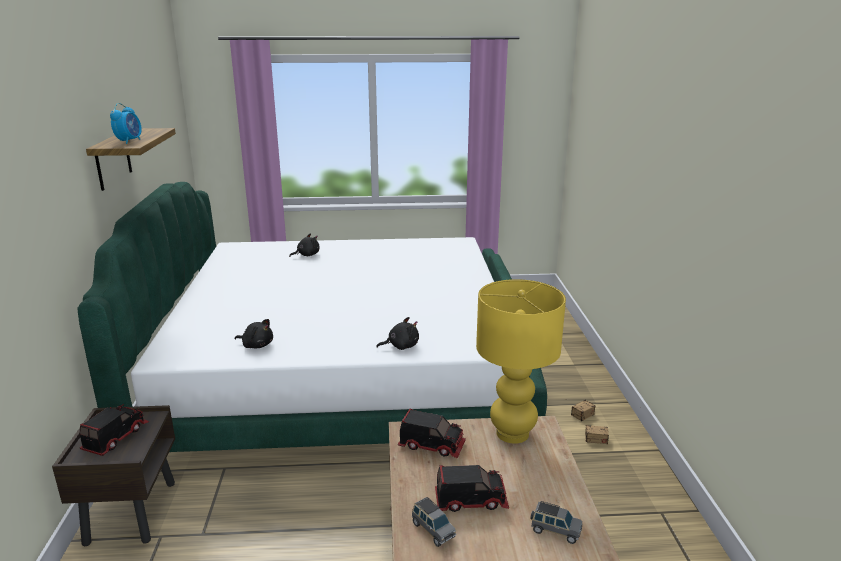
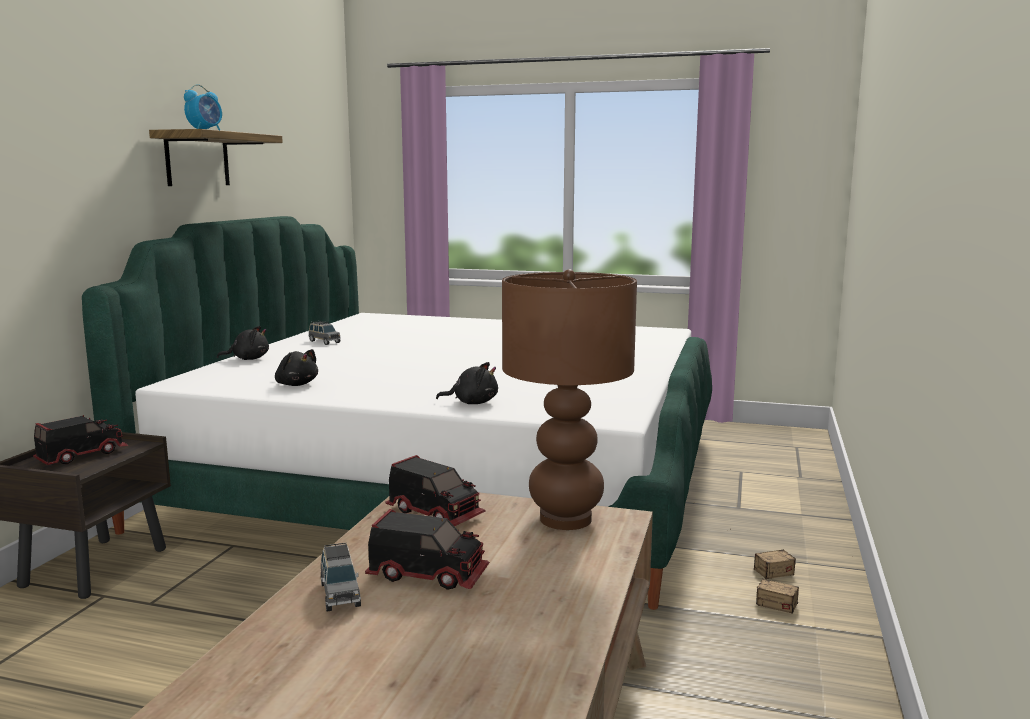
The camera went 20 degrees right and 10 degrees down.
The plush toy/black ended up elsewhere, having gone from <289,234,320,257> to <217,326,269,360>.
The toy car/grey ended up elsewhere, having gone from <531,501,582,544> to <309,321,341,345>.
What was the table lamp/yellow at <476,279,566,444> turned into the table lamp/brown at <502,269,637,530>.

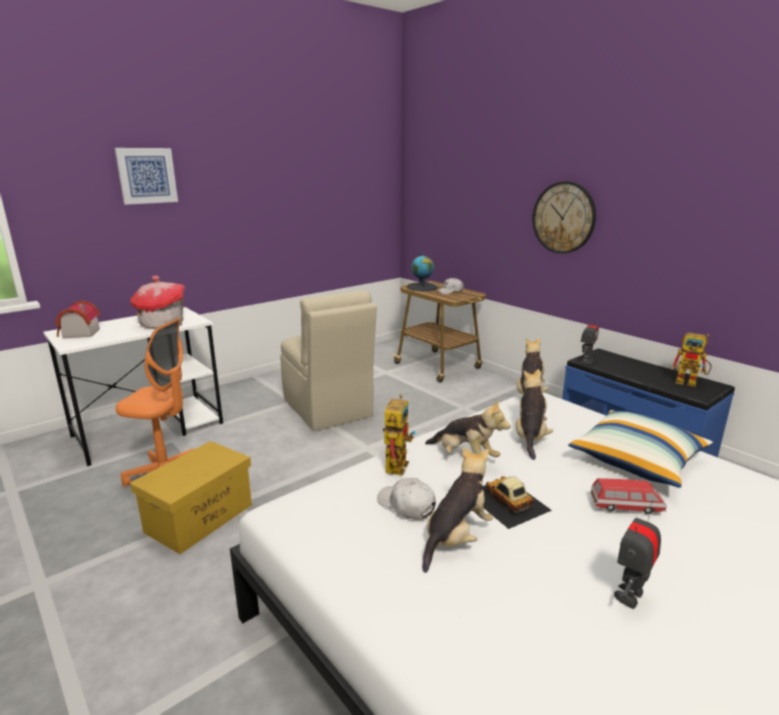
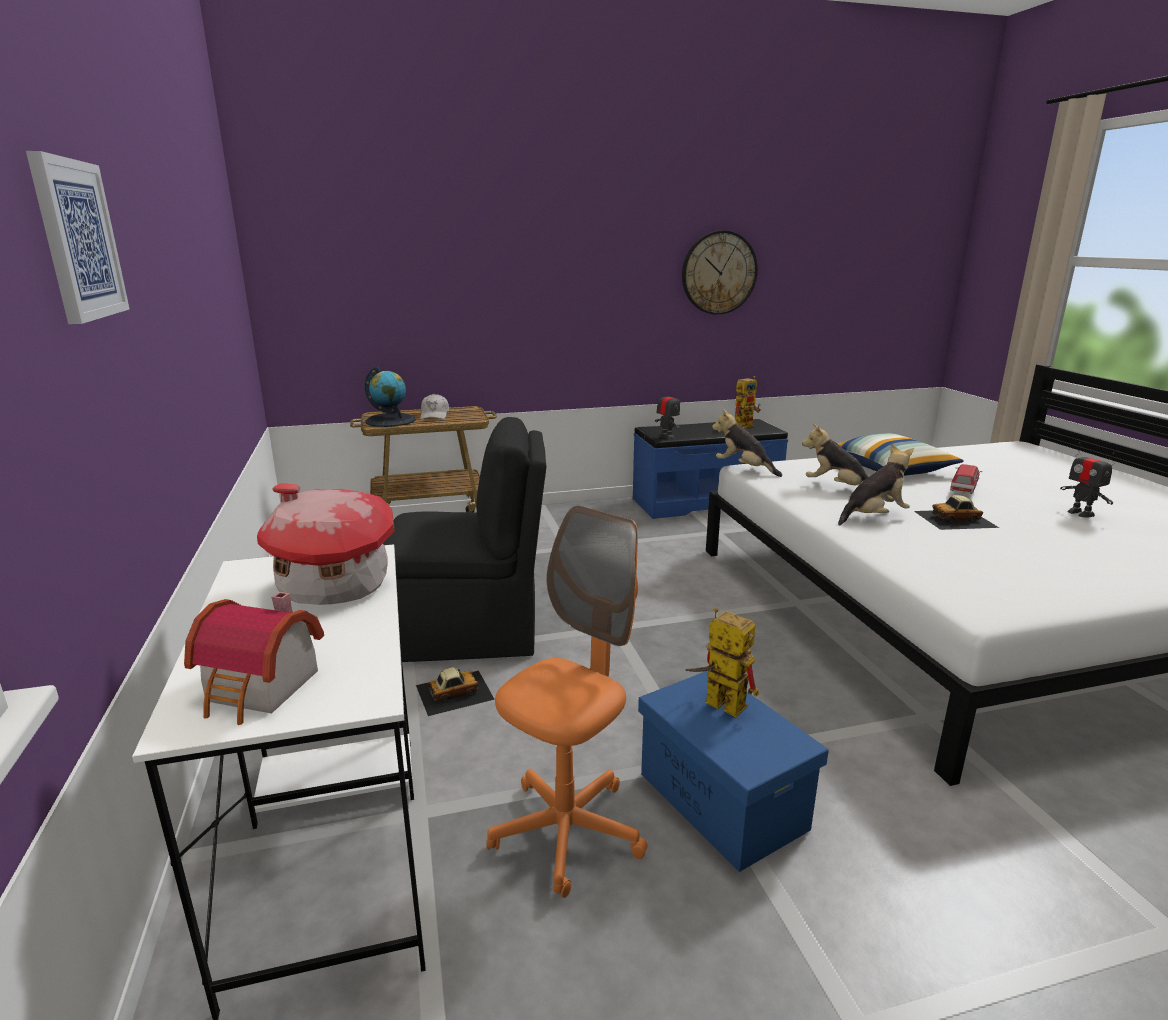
The camera went 65 degrees left and 0 degrees up.
What was the chair/beige at <280,290,377,431> turned into the chair/black at <383,417,547,662>.
The second view gained the toy car at <416,667,495,716>.
What was the storage box/yellow at <130,441,252,554> turned into the storage box/blue at <638,671,829,872>.
The wall clock ended up elsewhere, having gone from <532,181,596,254> to <682,230,758,315>.
The toy robot ended up elsewhere, having gone from <383,394,416,476> to <686,608,759,718>.
The second view lost the cap/white at <377,478,436,520>.
The second view lost the plush toy at <423,447,493,573>.

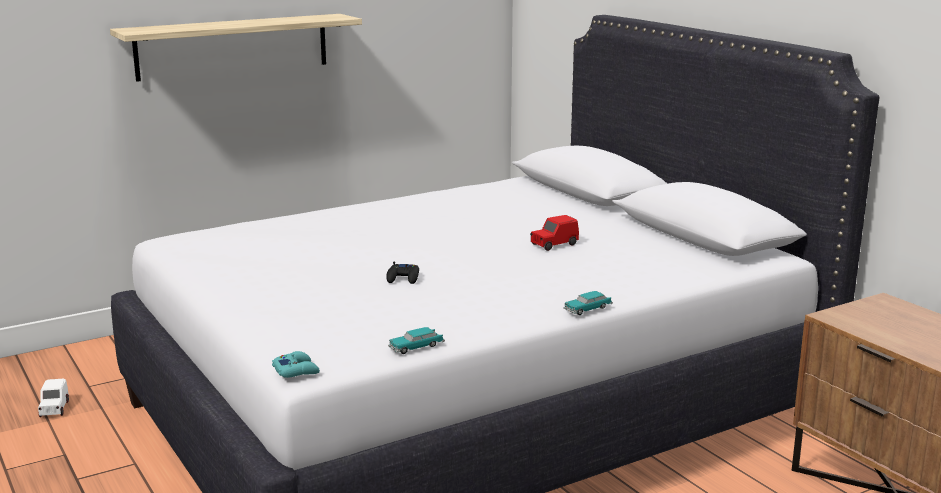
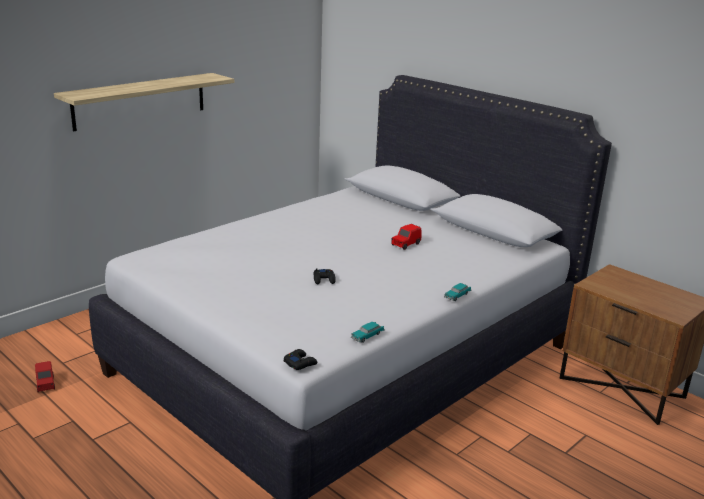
The camera went 15 degrees left and 5 degrees up.
What was the toy car/white at <38,379,69,417> turned into the toy car/red at <35,361,55,393>.
What was the game controller/turquoise at <272,351,320,378> turned into the game controller/black at <283,349,318,370>.

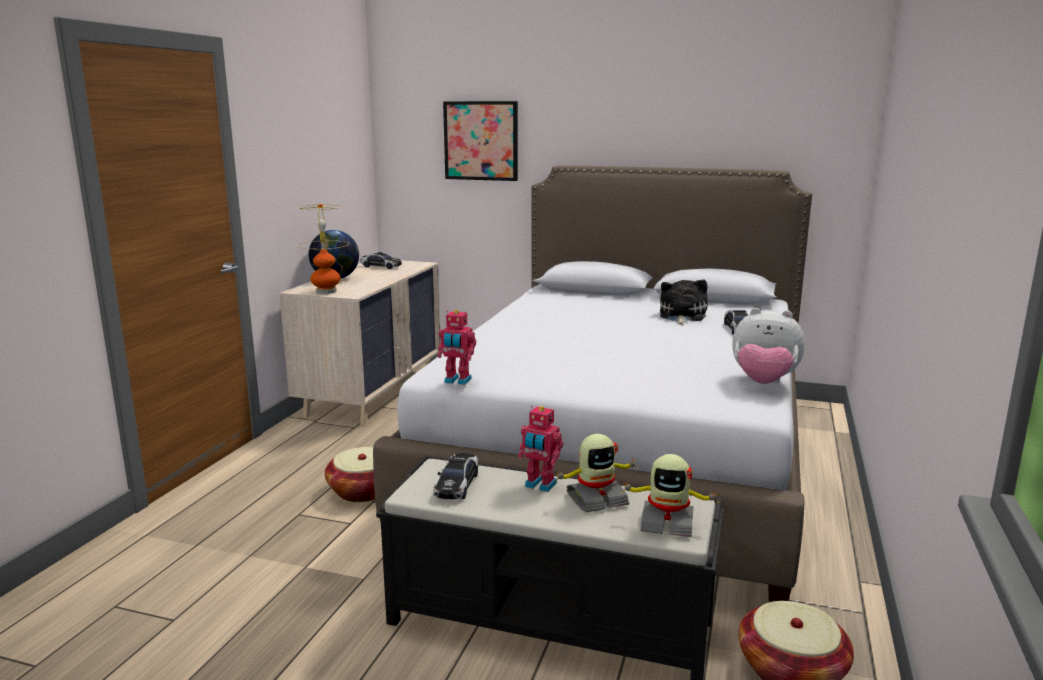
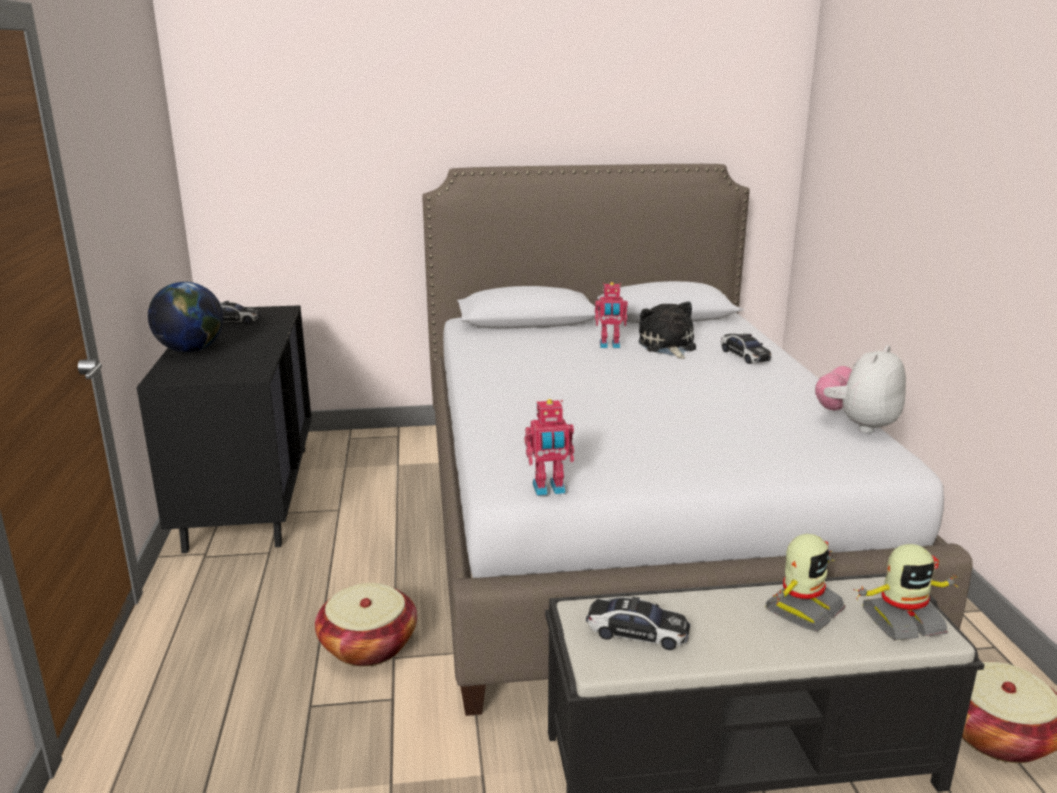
The camera went 25 degrees left and 5 degrees up.
What was the dresser/beige at <280,260,441,426> turned into the dresser/black at <137,305,312,553>.
The toy car at <433,453,478,499> ended up facing another way, 60 degrees counterclockwise from before.
The toy robot ended up elsewhere, having gone from <518,406,563,492> to <595,282,628,348>.
The plush toy at <732,308,805,384> ended up facing another way, 135 degrees clockwise from before.
The second view lost the table lamp at <297,204,349,294>.
The second view lost the picture at <443,101,518,181>.

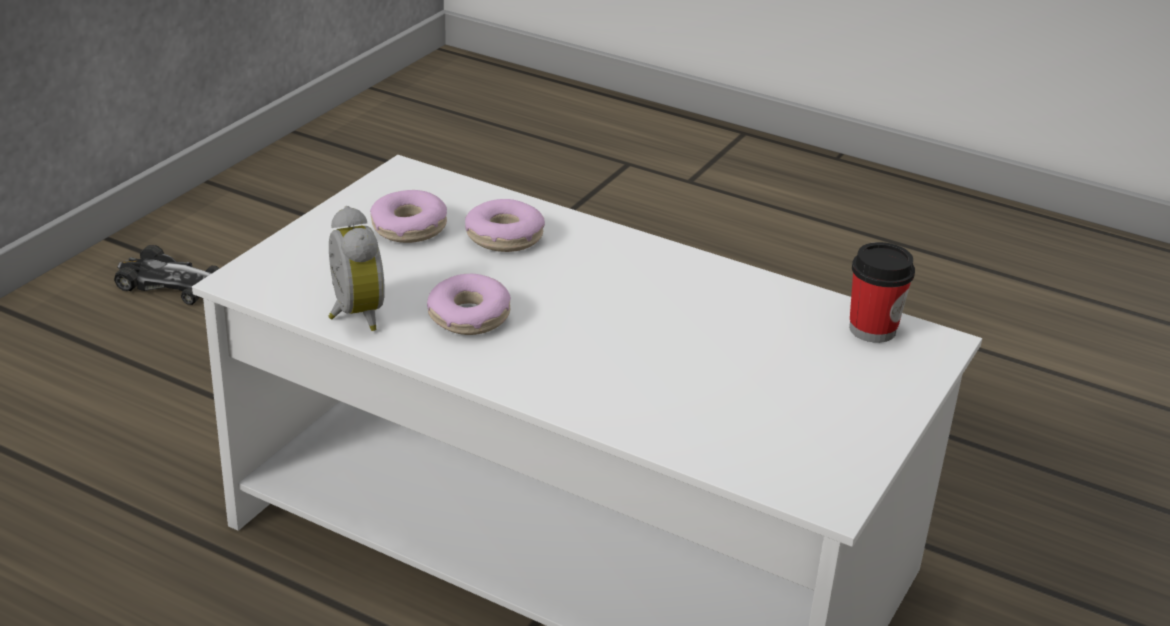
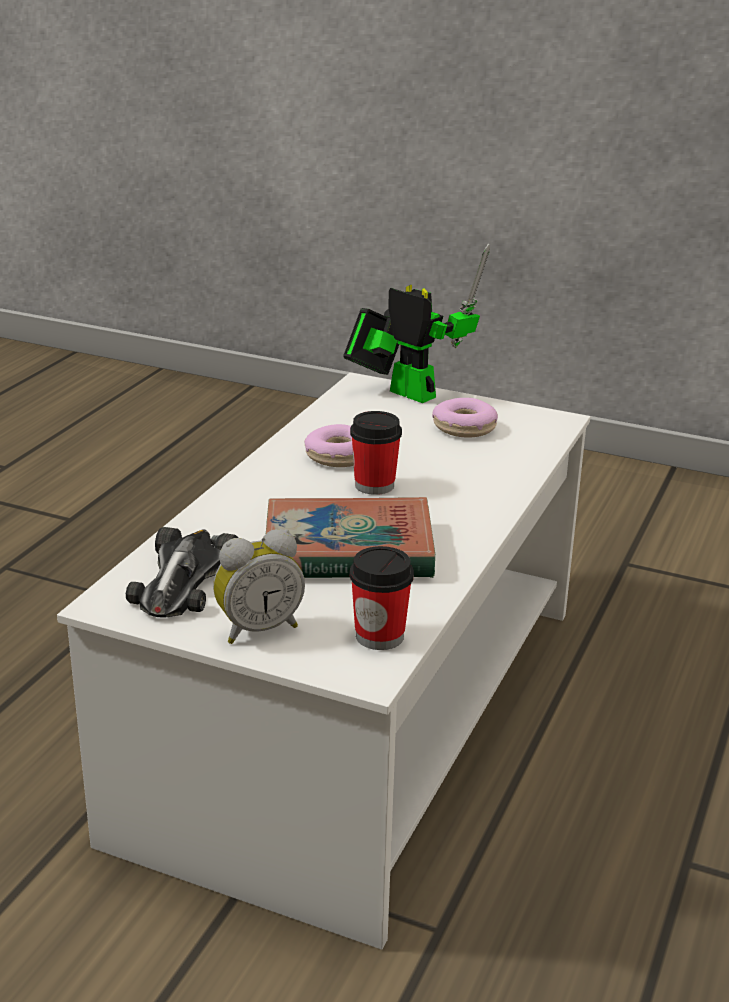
The camera went 85 degrees right and 5 degrees down.
The toy car ended up elsewhere, having gone from <114,245,220,305> to <126,527,238,618>.
The alarm clock ended up elsewhere, having gone from <328,206,385,331> to <213,529,305,644>.
The second view gained the book at <266,497,435,578>.
The second view gained the toy robot at <343,244,490,403>.
The second view gained the cup at <350,411,402,495>.
The second view lost the donut at <465,199,545,252>.

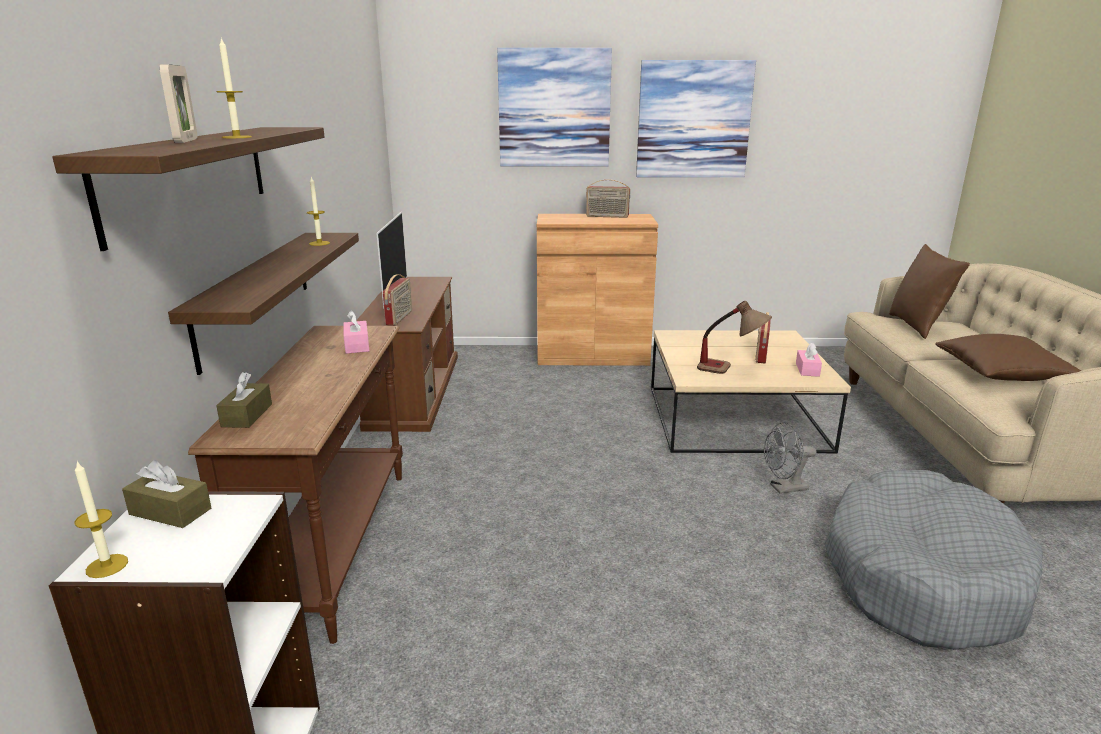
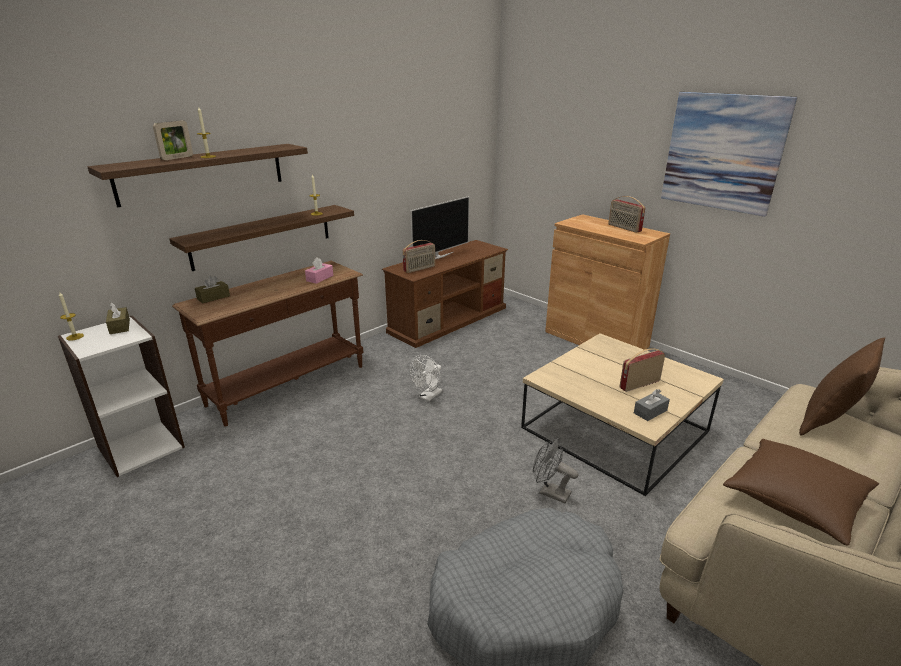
The camera went 45 degrees right and 5 degrees up.
The second view gained the fan/white at <410,355,442,401>.
What was the tissue box/pink at <796,343,822,377> turned into the tissue box/grey at <634,389,670,421>.
The second view lost the picture at <497,48,612,166>.
The second view lost the table lamp at <697,301,772,374>.

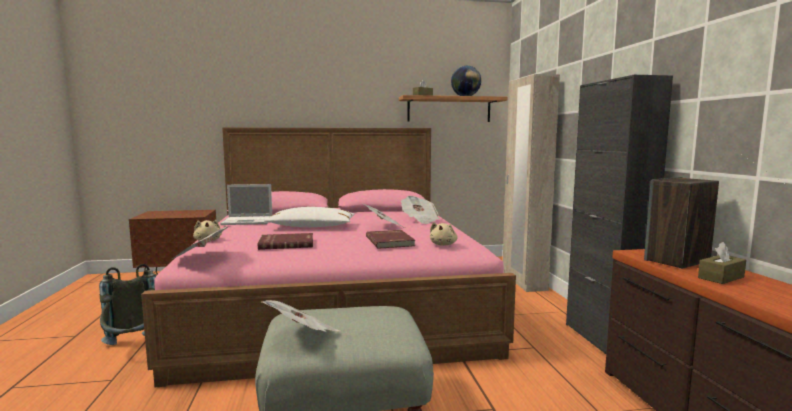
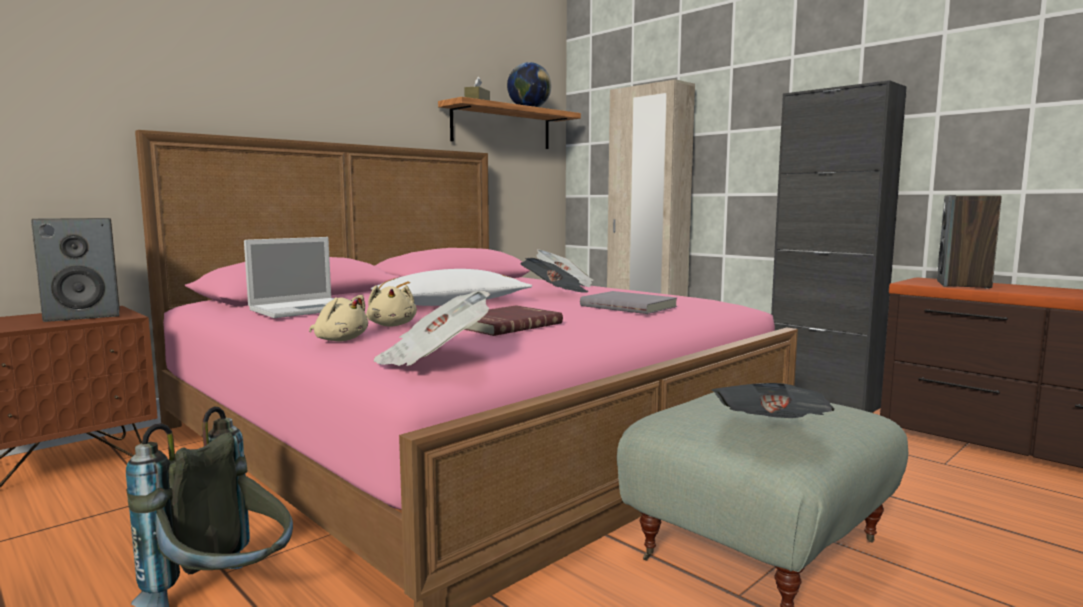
The camera went 35 degrees left and 0 degrees up.
The second view gained the speaker at <31,218,120,322>.
The plush toy/beige ended up elsewhere, having gone from <430,222,458,246> to <366,285,417,326>.
What was the book/red at <366,230,415,249> turned into the book/grey at <580,291,677,314>.
The second view lost the tissue box/brown at <698,242,746,284>.

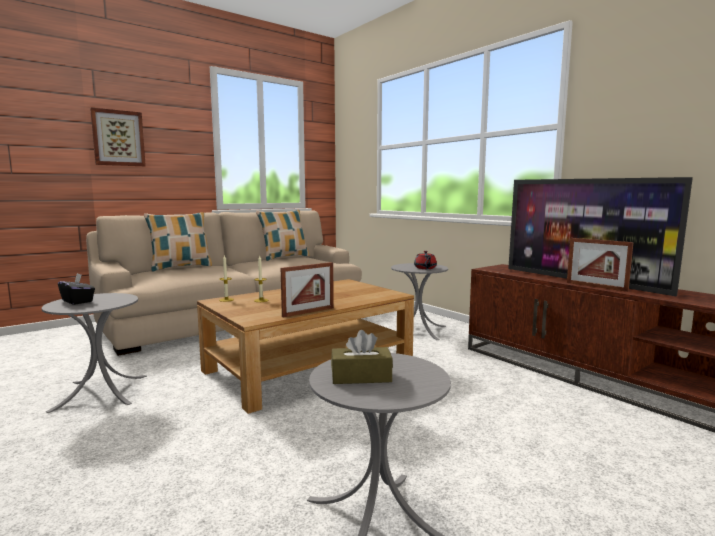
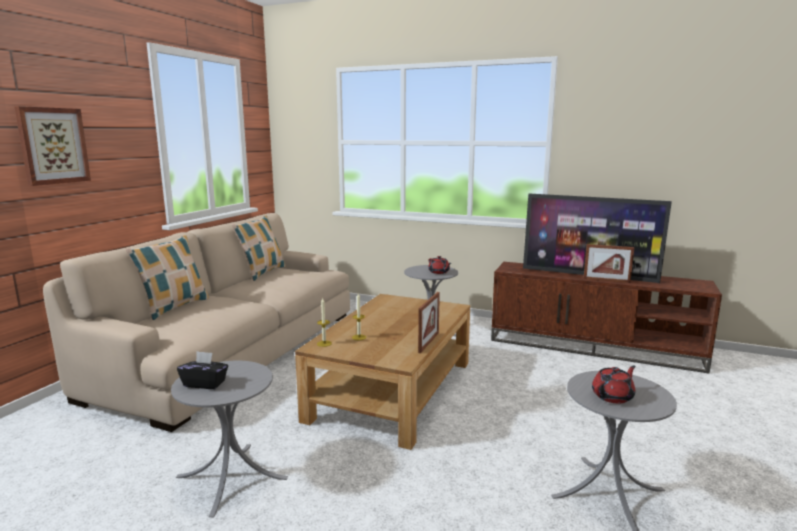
The camera went 30 degrees left and 5 degrees up.
Where the tissue box/brown stood at <331,330,393,384>, the teapot/red came to stand at <592,366,636,404>.

